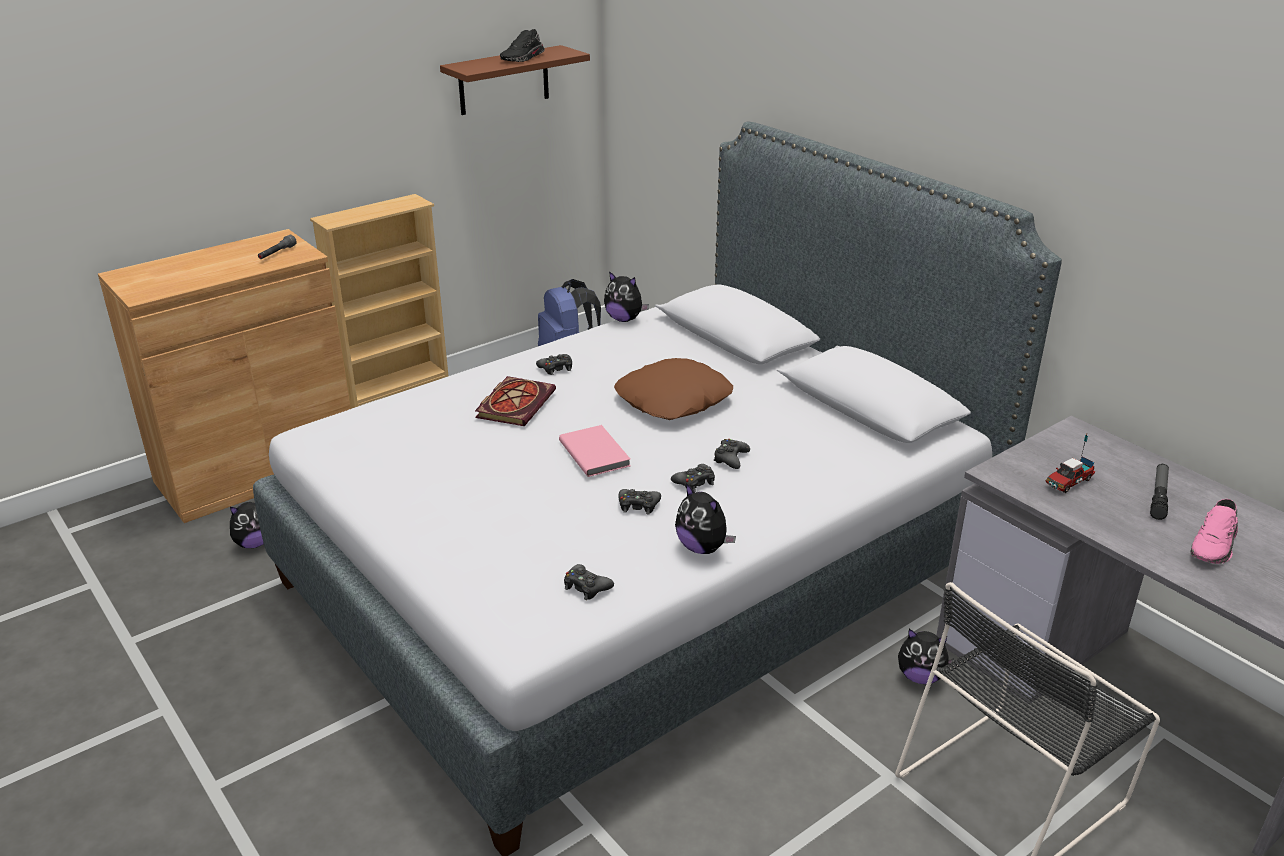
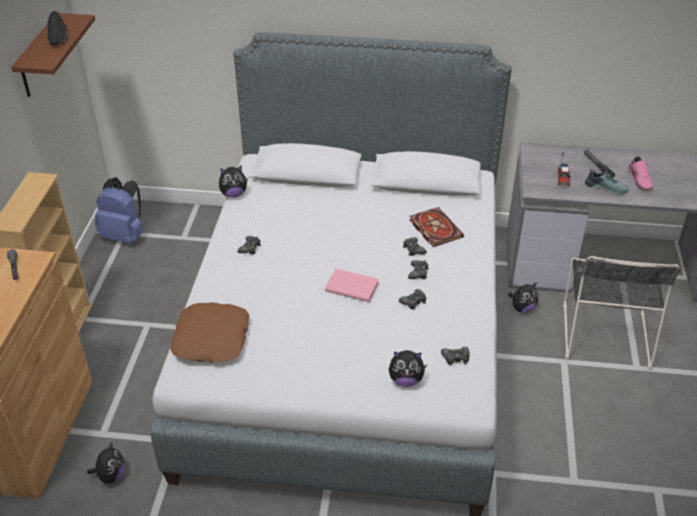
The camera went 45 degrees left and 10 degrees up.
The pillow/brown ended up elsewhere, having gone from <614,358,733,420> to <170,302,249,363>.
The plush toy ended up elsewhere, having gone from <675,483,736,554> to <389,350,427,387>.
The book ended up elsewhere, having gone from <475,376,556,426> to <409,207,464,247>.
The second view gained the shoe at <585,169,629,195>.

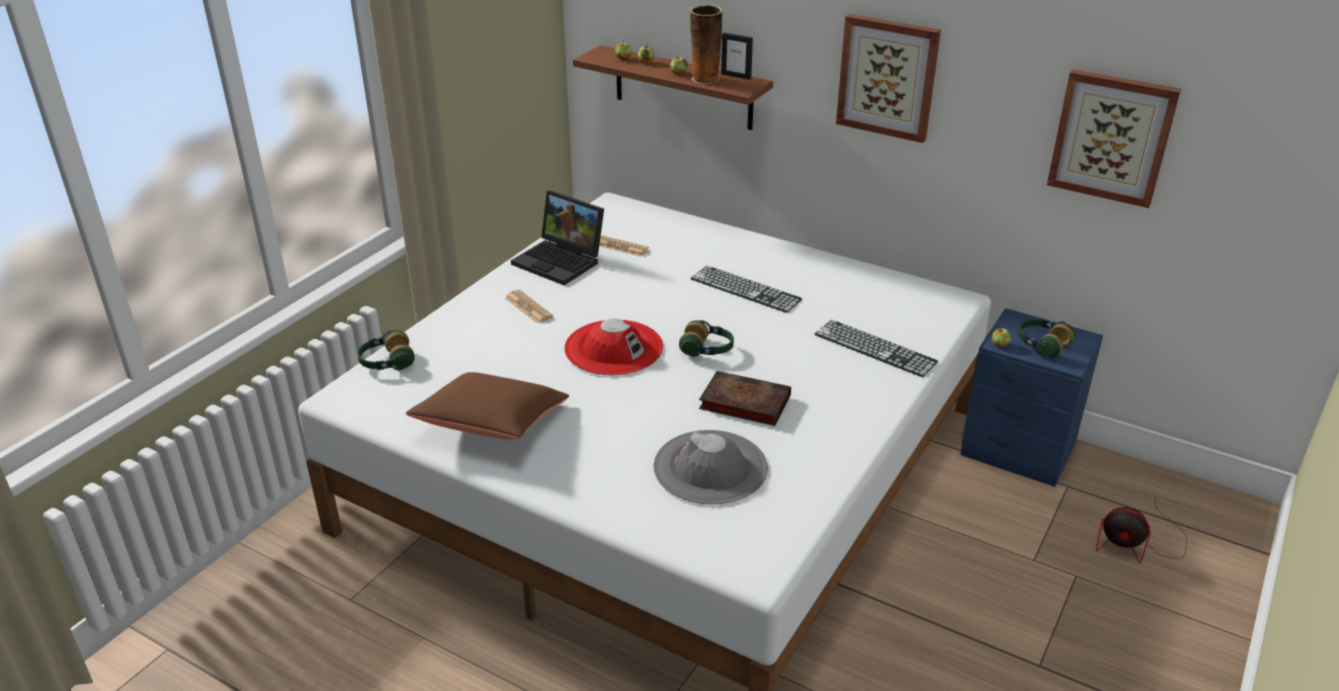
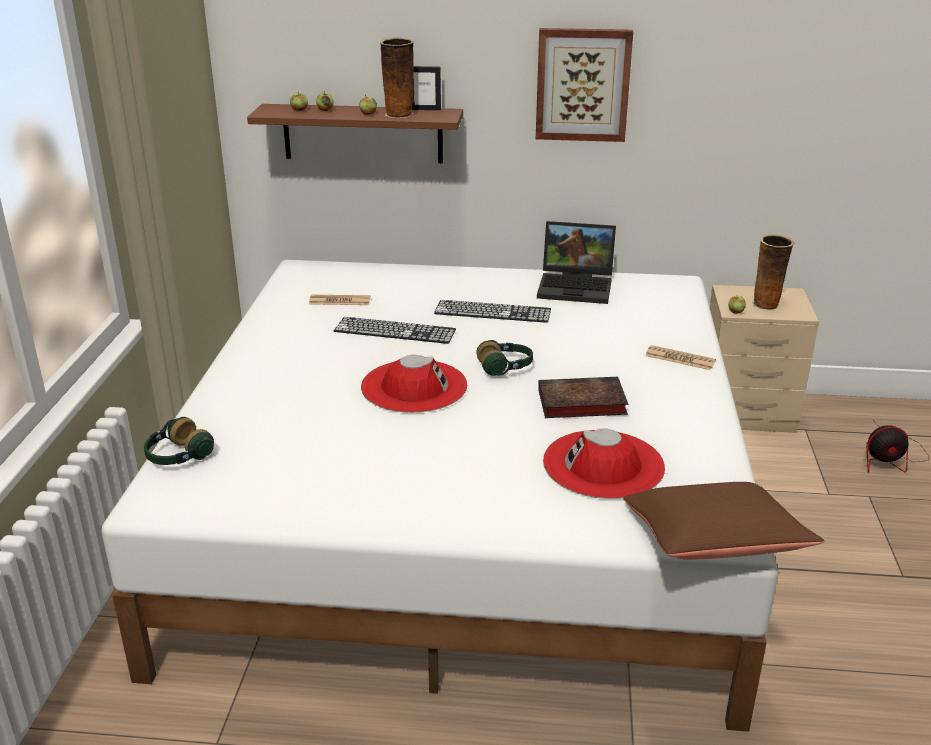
The camera went 25 degrees left and 5 degrees down.
The keyboard ended up elsewhere, having gone from <814,320,938,377> to <334,317,456,344>.
The laptop ended up elsewhere, having gone from <511,190,604,285> to <537,221,616,304>.
What was the hat/grey at <654,430,768,505> turned into the hat/red at <543,428,665,499>.
The pillow/brown ended up elsewhere, having gone from <406,372,569,440> to <623,482,824,560>.
The newspaper ended up elsewhere, having gone from <505,290,553,323> to <645,345,716,370>.
What was the nightstand/blue at <960,308,1103,487> turned into the nightstand/beige at <710,285,819,433>.
Where the headphones stood at <1018,319,1075,358>, the vase came to stand at <752,235,794,310>.
The second view lost the picture at <1047,69,1181,208>.

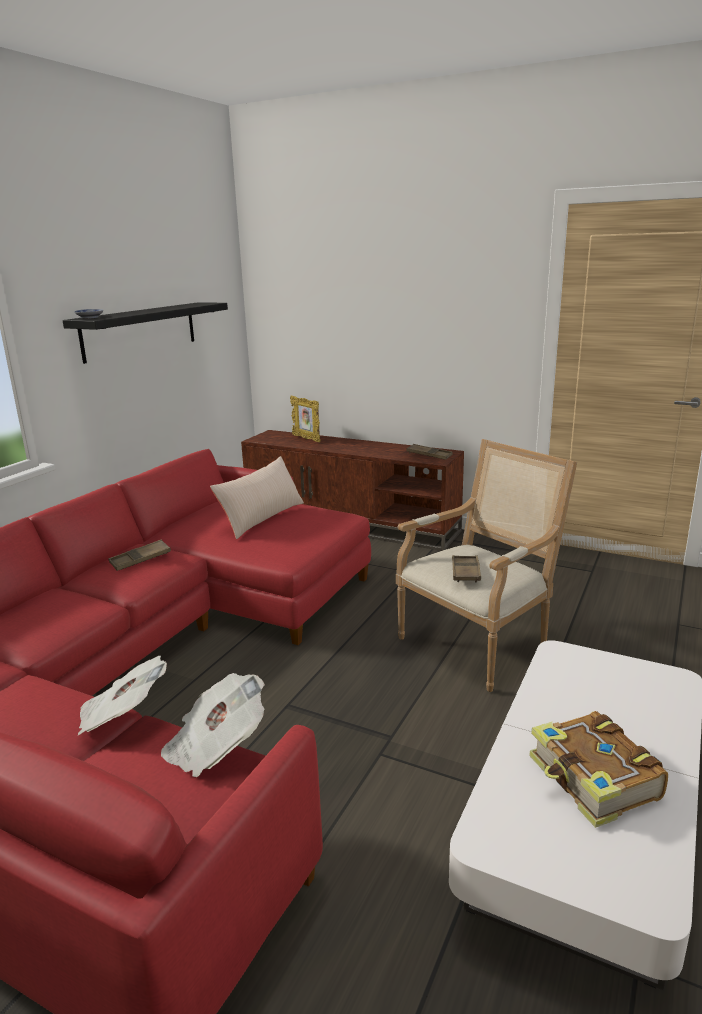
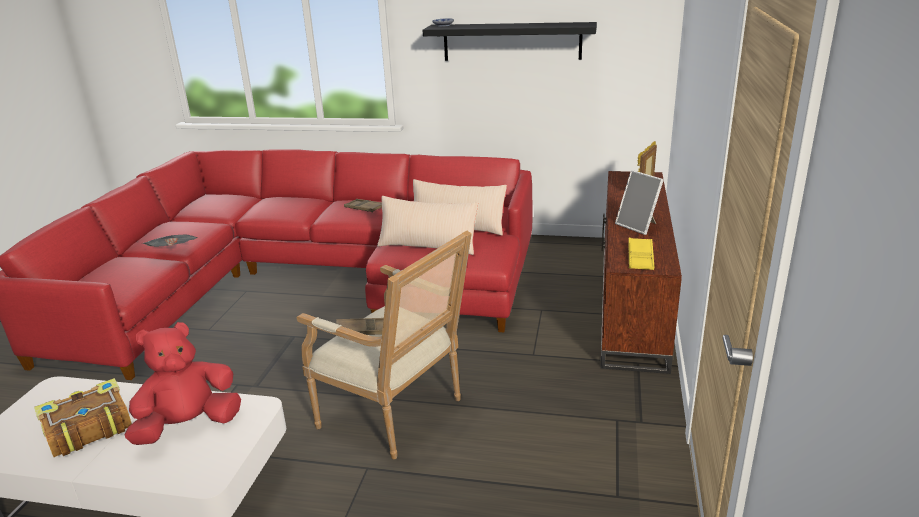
The camera went 75 degrees right and 5 degrees up.
The second view gained the plush toy/red at <125,322,241,445>.
The second view gained the pillow/beige at <377,196,478,255>.
The second view gained the picture frame at <615,170,664,235>.
What was the tray/brown at <406,444,453,460> turned into the tray/yellow at <628,237,654,270>.
The second view lost the newspaper at <161,673,265,778>.

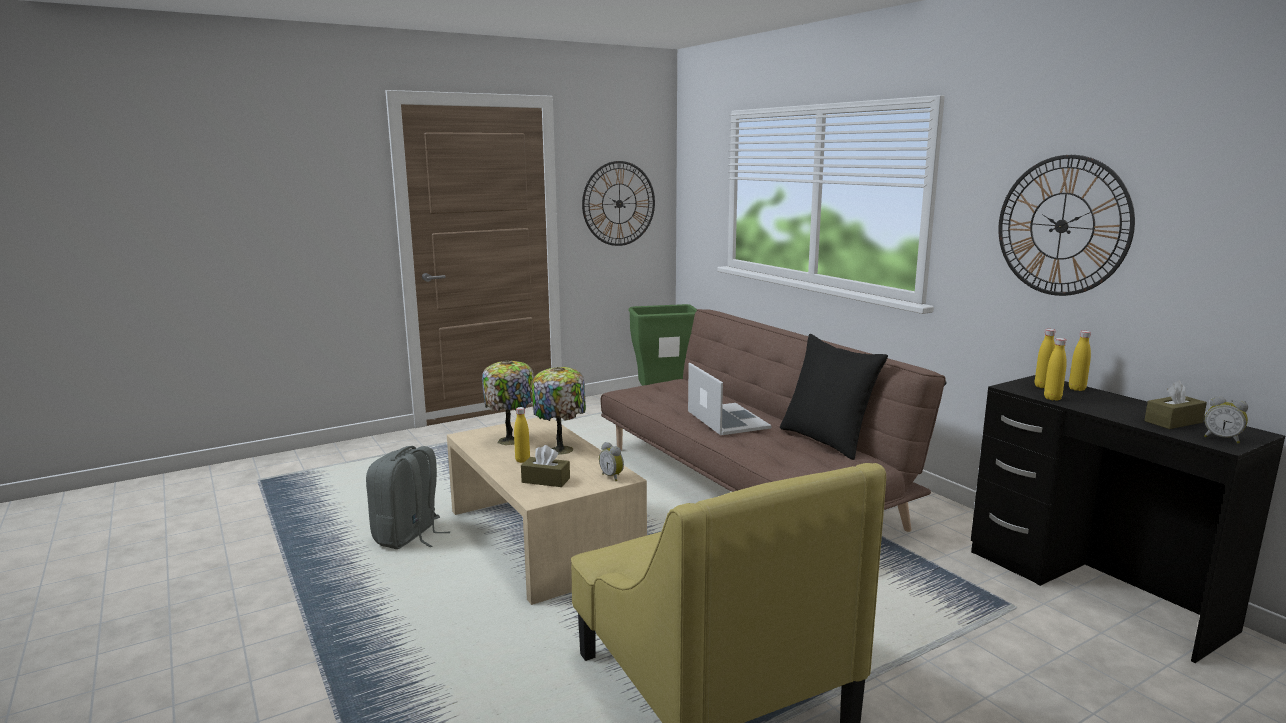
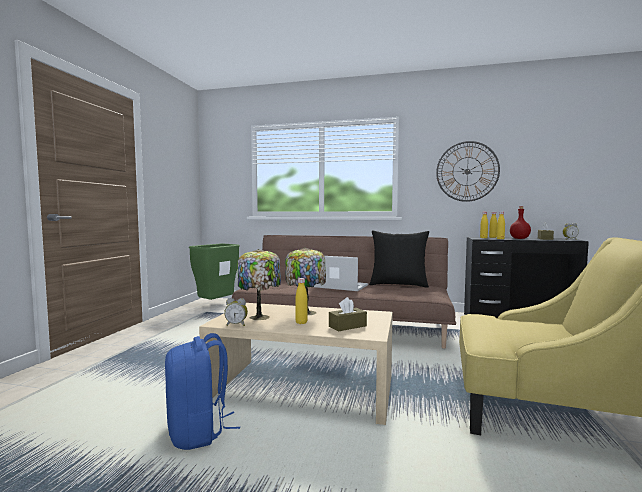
The camera went 45 degrees left and 10 degrees down.
What was the backpack/grey at <366,446,450,549> turned into the backpack/blue at <165,333,240,450>.
The alarm clock ended up elsewhere, having gone from <599,442,624,481> to <224,298,248,326>.
The second view gained the bottle/red at <510,206,531,239>.
The second view lost the wall clock at <582,161,655,246>.

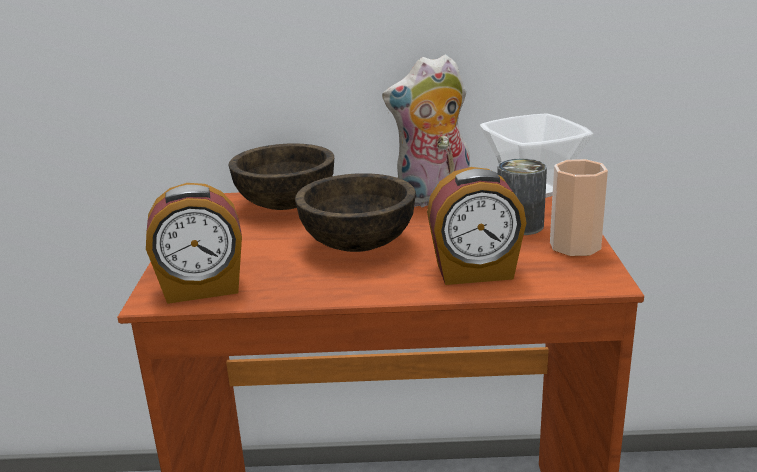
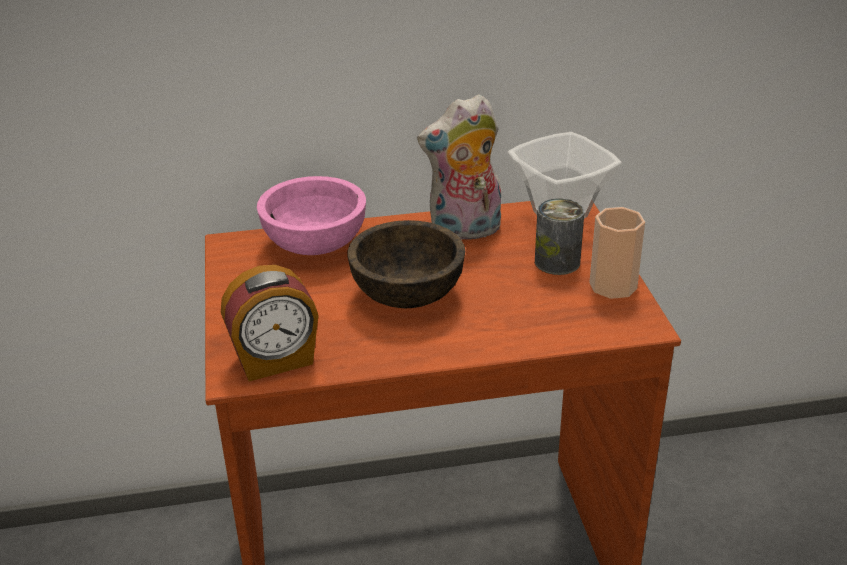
The camera went 10 degrees left and 10 degrees up.
What was the bowl/brown at <228,143,334,210> turned into the bowl/pink at <257,176,366,255>.
The second view lost the alarm clock at <427,167,527,285>.

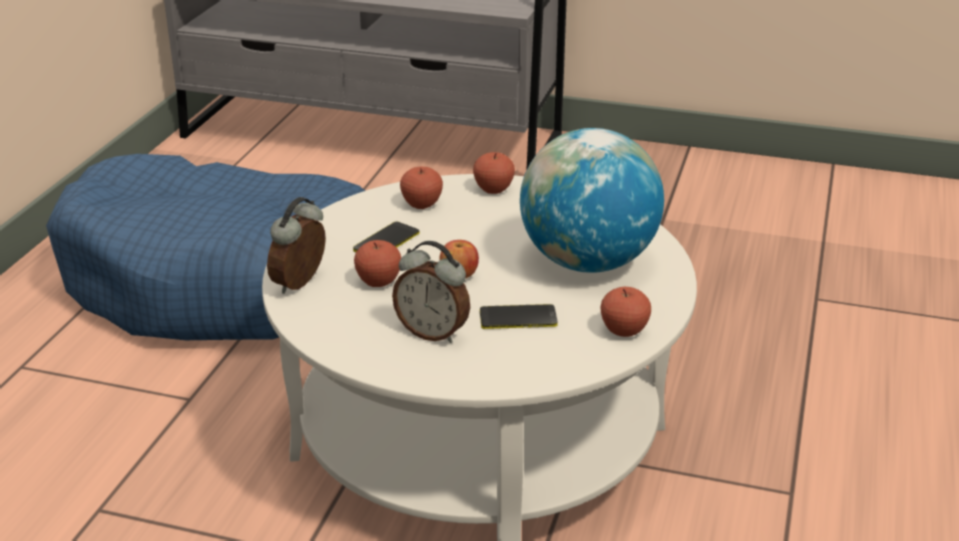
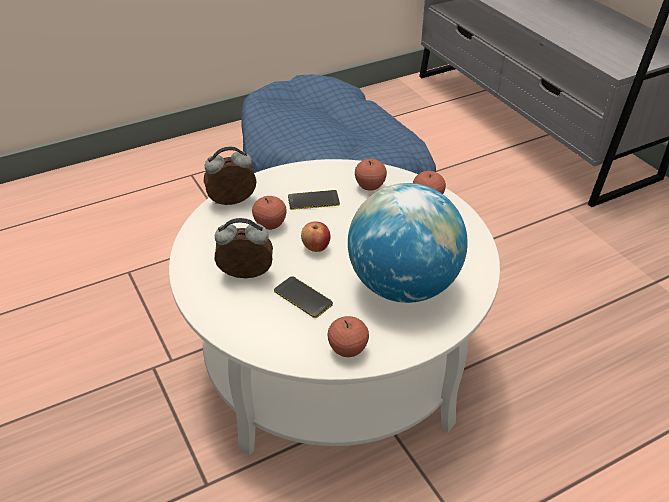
The camera went 45 degrees right and 10 degrees up.
The alarm clock at <392,241,470,343> ended up facing another way, 105 degrees clockwise from before.

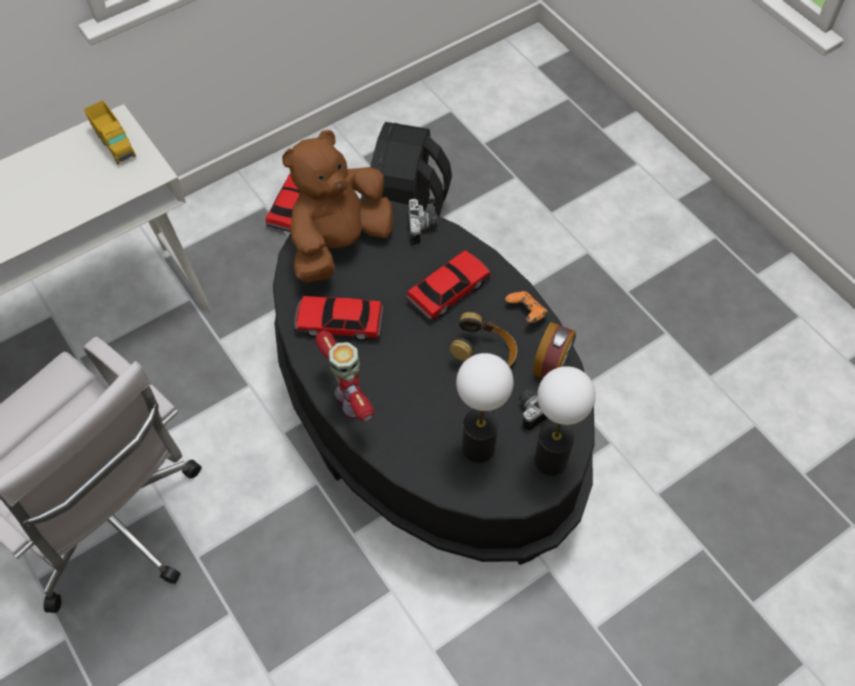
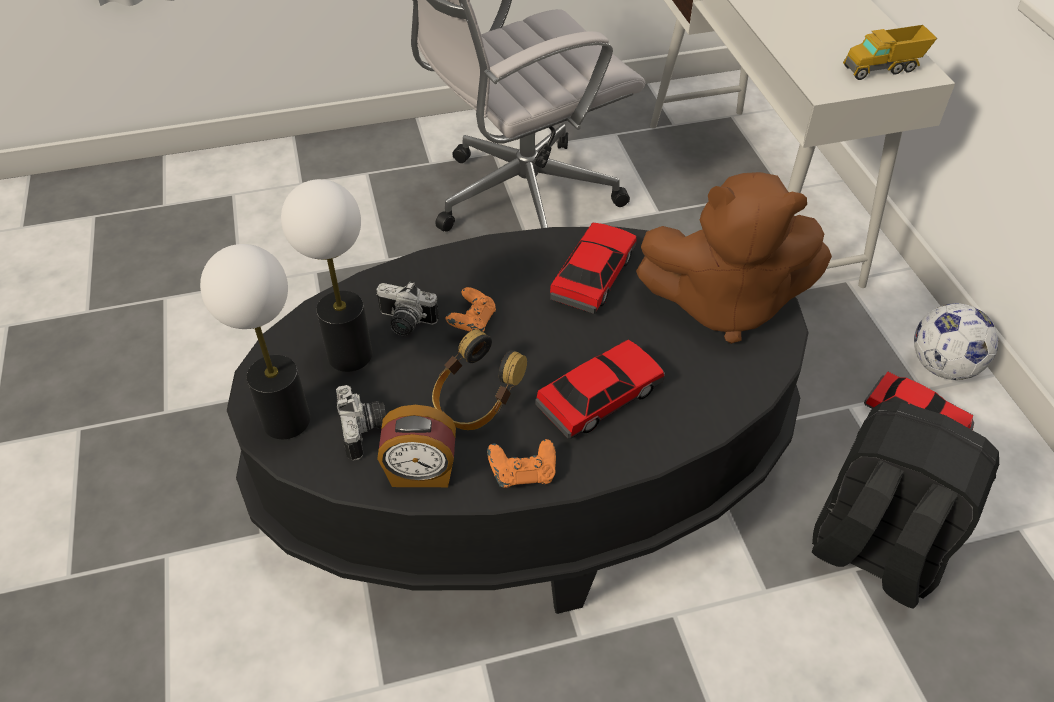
The camera went 110 degrees right and 10 degrees down.
The photo camera ended up elsewhere, having gone from <408,199,437,246> to <376,282,439,336>.
The alarm clock at <533,322,576,379> ended up facing another way, 45 degrees counterclockwise from before.
The second view gained the game controller/orange at <446,287,496,332>.
The toy car at <406,250,491,321> ended up facing another way, 105 degrees counterclockwise from before.
The plush toy/brown at <282,130,394,283> ended up facing another way, 120 degrees clockwise from before.
The second view gained the football at <914,303,998,380>.
The second view lost the toy robot at <316,331,374,421>.

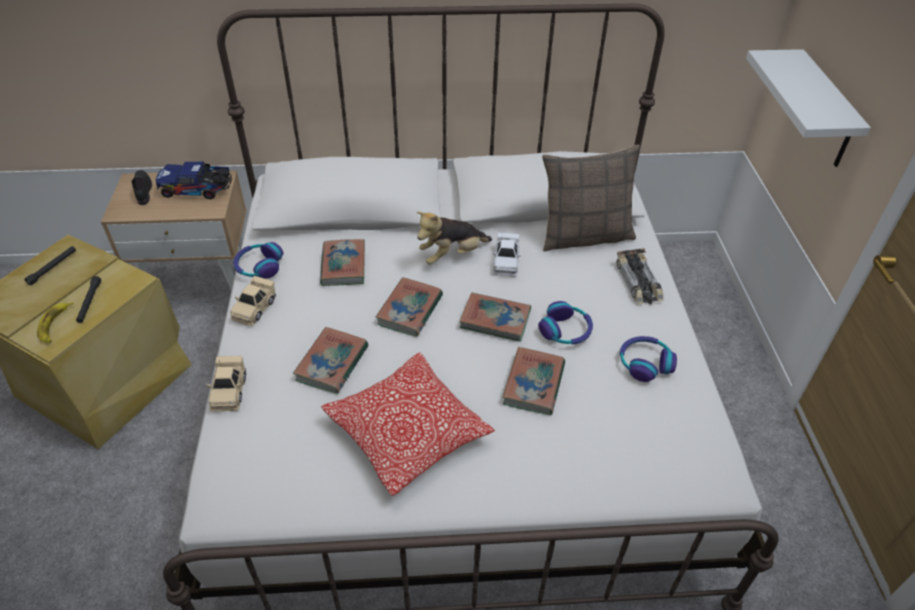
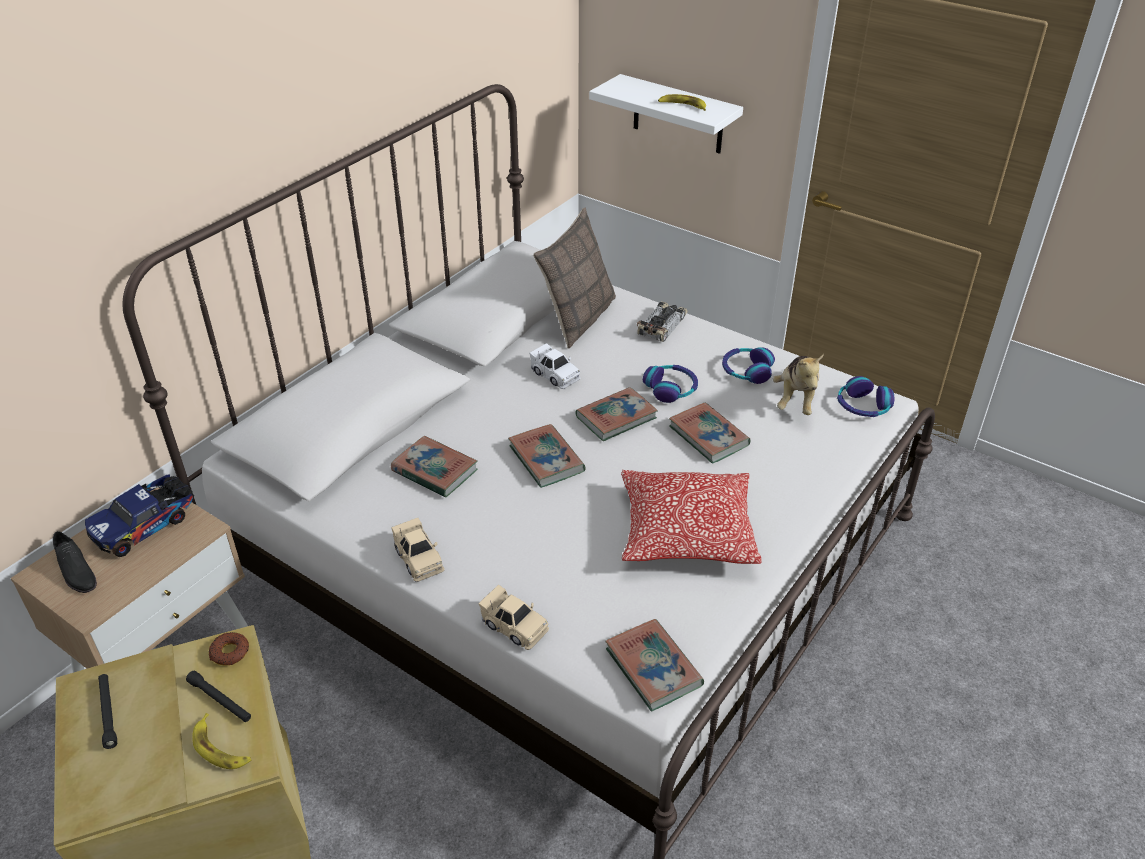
The camera went 50 degrees left and 5 degrees down.
The shoe/black at <132,170,152,205> ended up facing another way, 150 degrees counterclockwise from before.
The second view gained the donut at <209,632,249,666>.
The book ended up elsewhere, having gone from <293,327,368,394> to <605,619,704,712>.
The toy car at <616,248,664,305> ended up facing another way, 90 degrees counterclockwise from before.
The second view gained the banana at <658,94,706,111>.
The plush toy ended up elsewhere, having gone from <417,212,492,265> to <773,354,824,415>.
The headphones ended up elsewhere, having gone from <233,242,283,279> to <837,376,894,417>.

